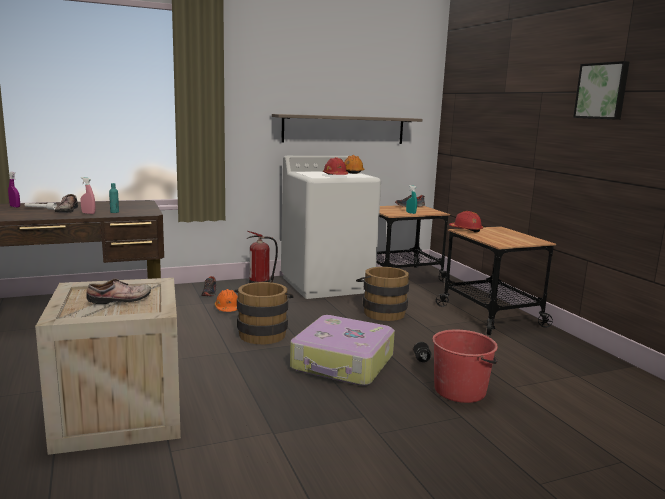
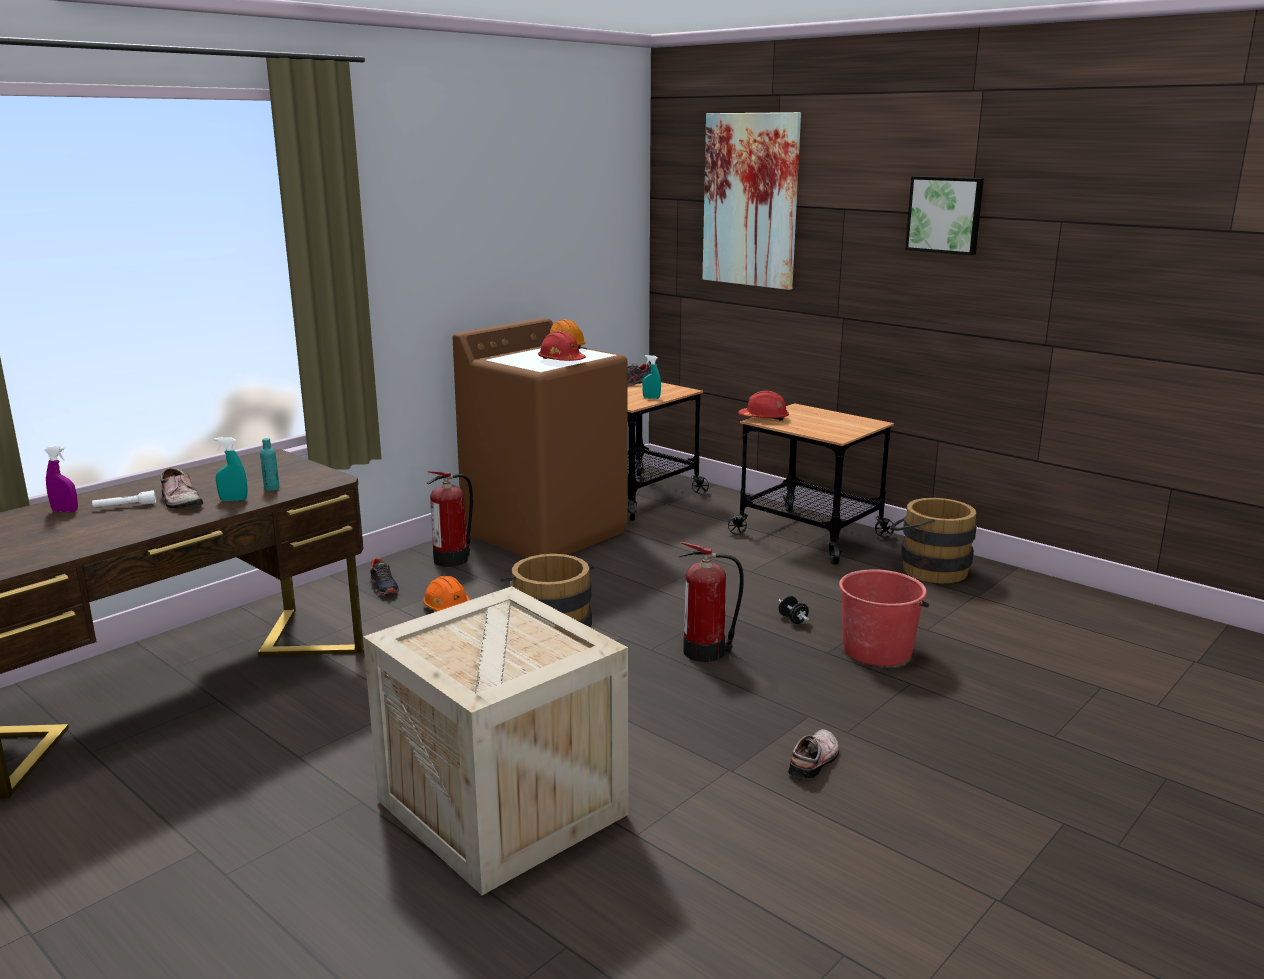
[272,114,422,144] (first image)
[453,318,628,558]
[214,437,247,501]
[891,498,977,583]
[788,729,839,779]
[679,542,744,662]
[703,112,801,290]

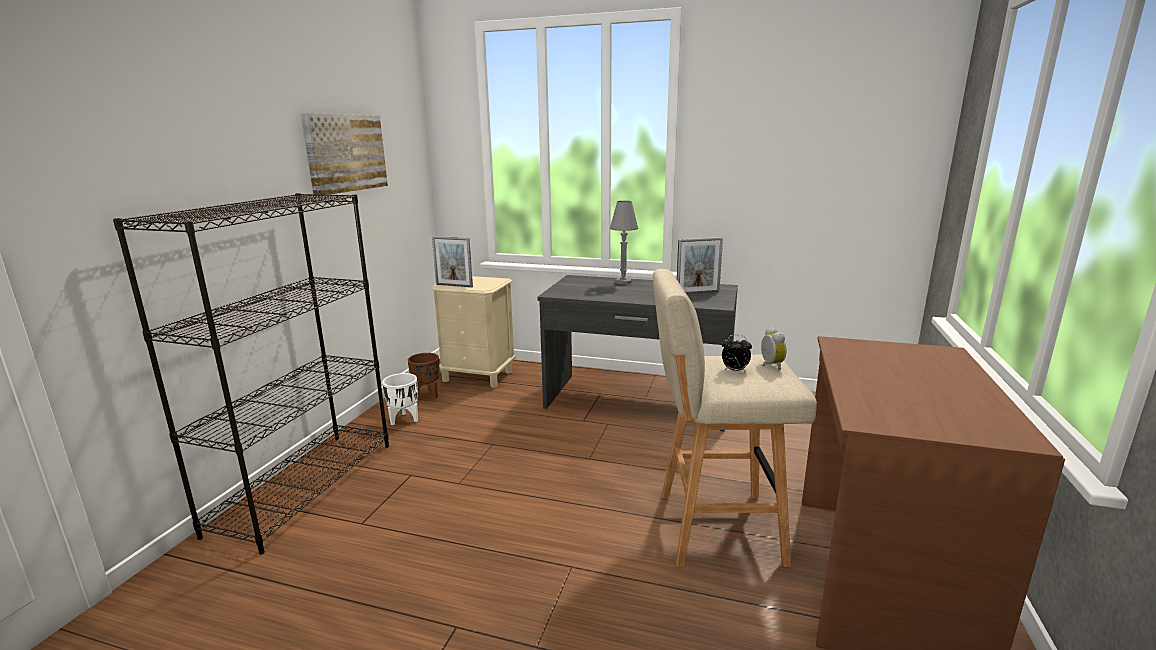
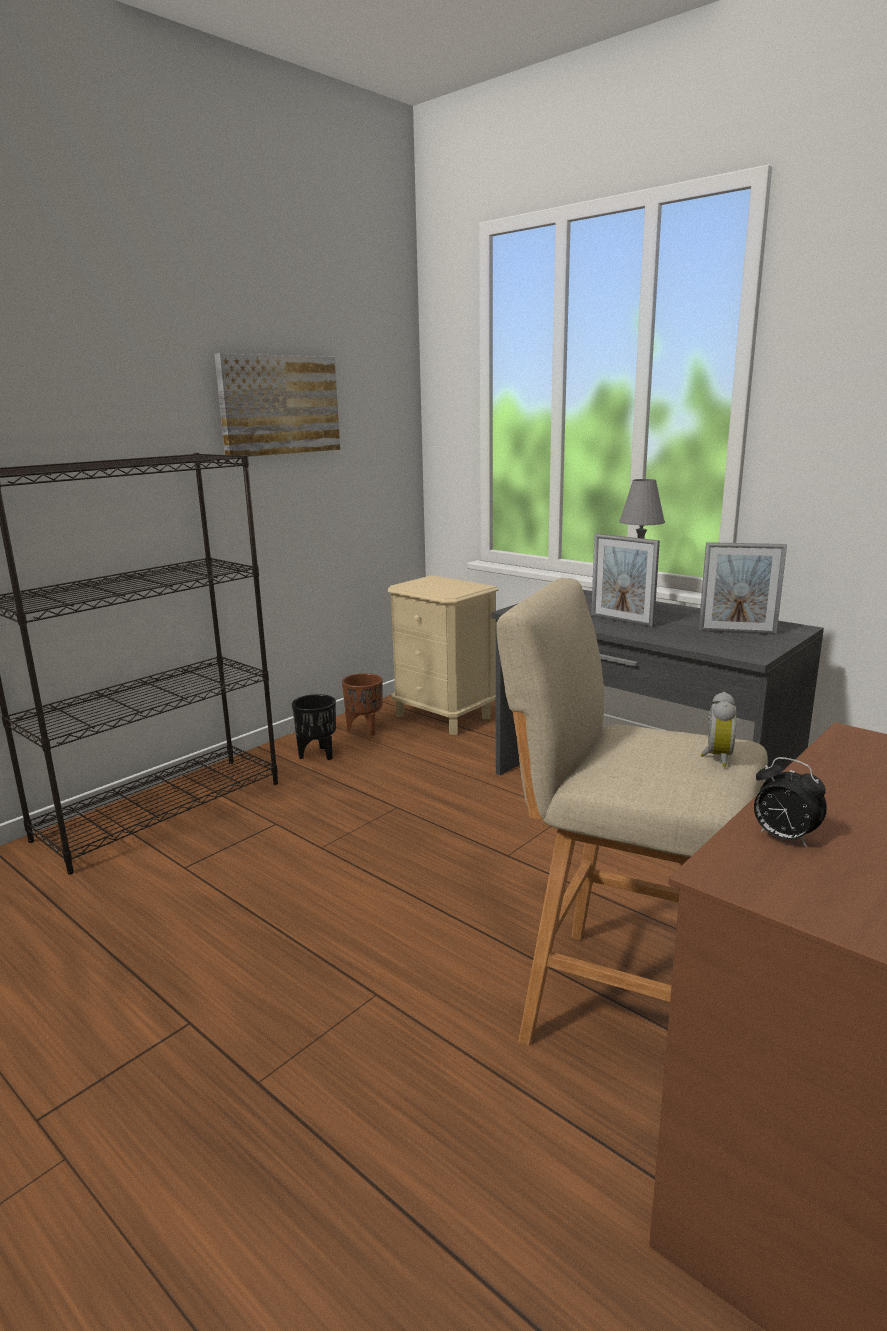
[591,534,660,628]
[754,757,827,847]
[292,694,336,760]

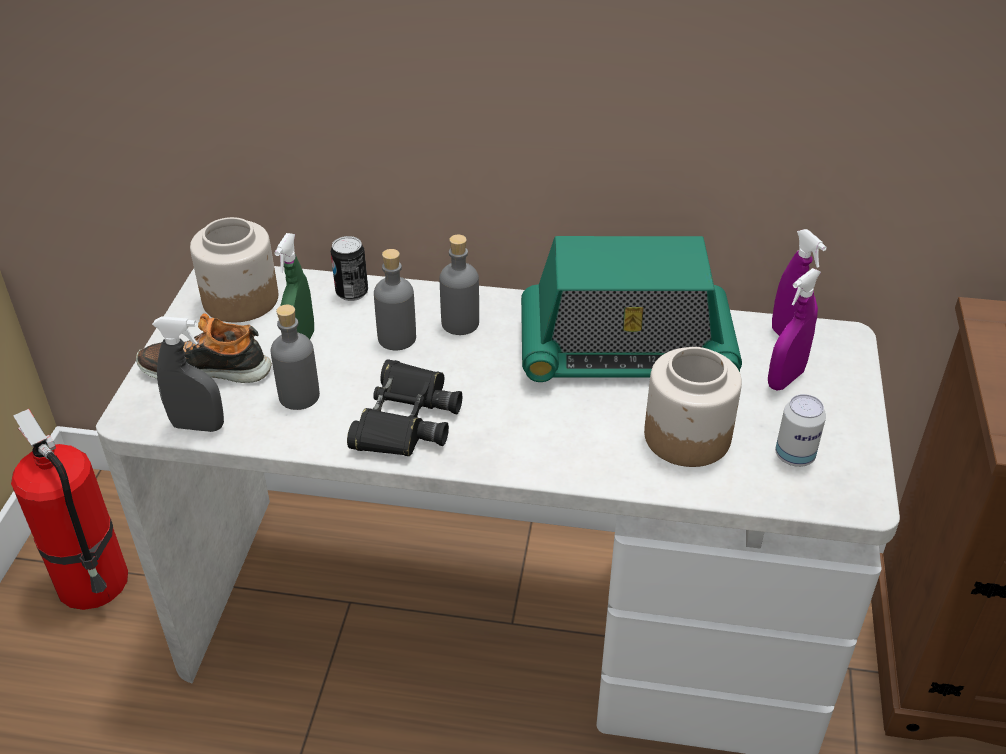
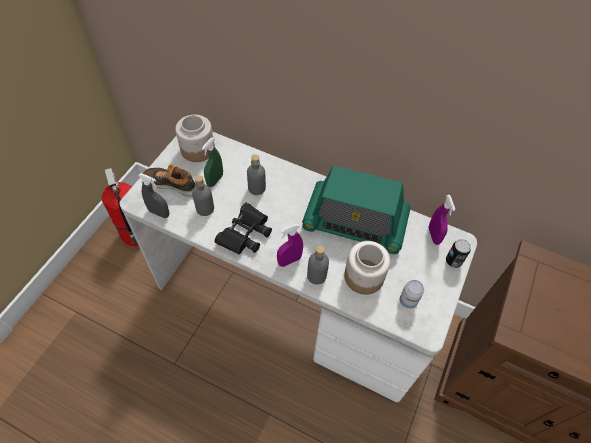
[307,245,329,285]
[446,239,471,268]
[277,224,303,267]

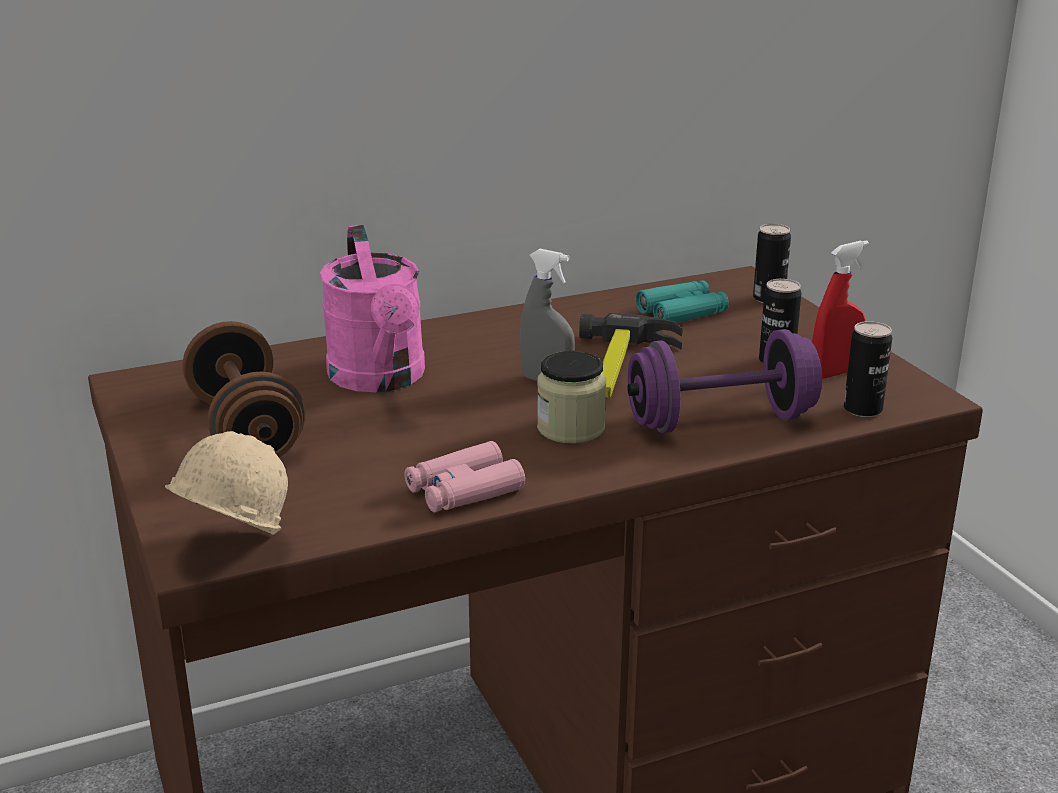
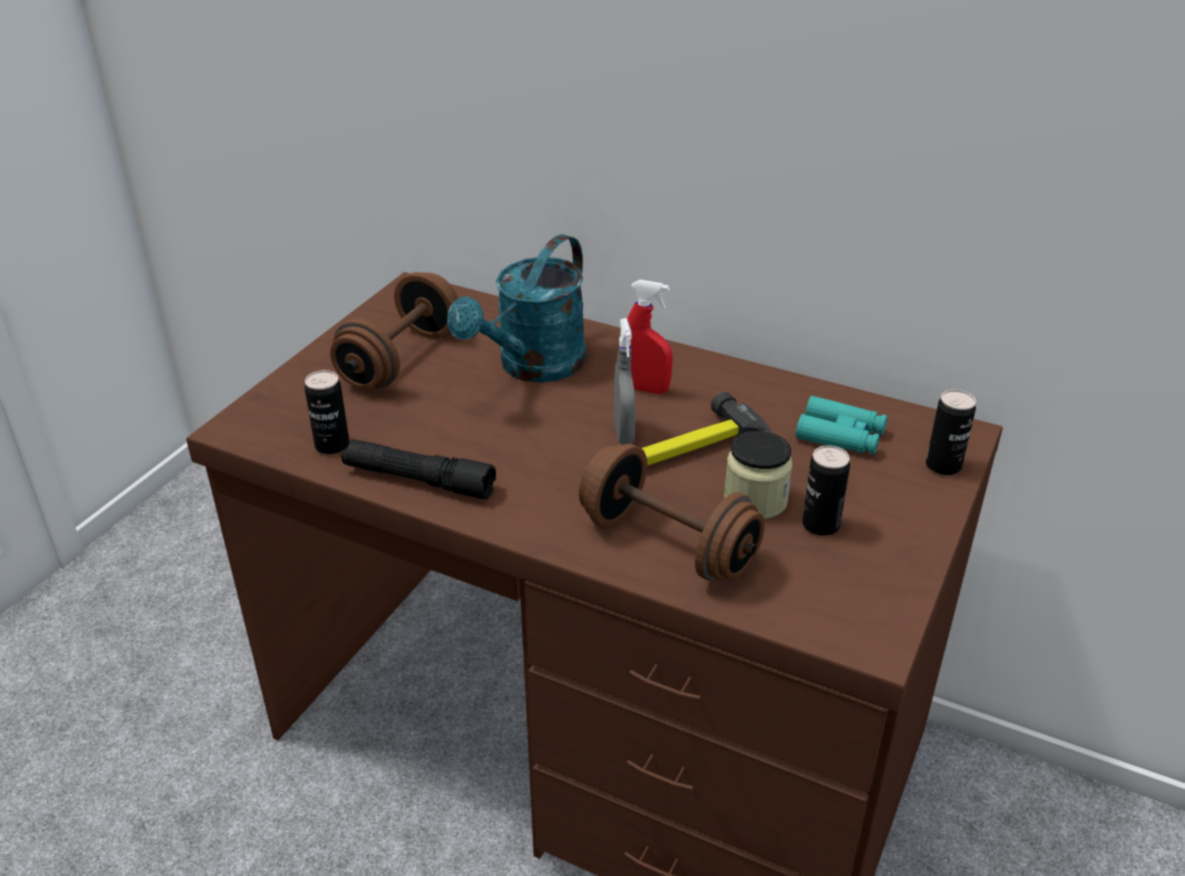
[447,234,586,383]
[627,280,673,394]
[304,370,350,455]
[579,444,765,581]
[724,431,793,519]
[165,431,288,535] (first image)
[341,439,496,499]

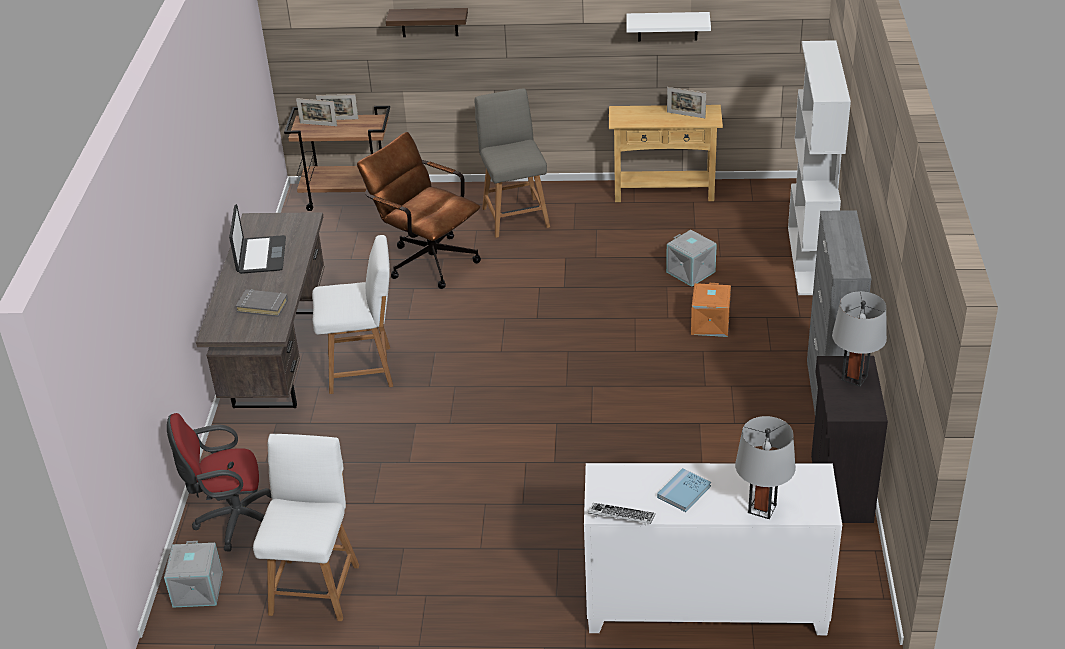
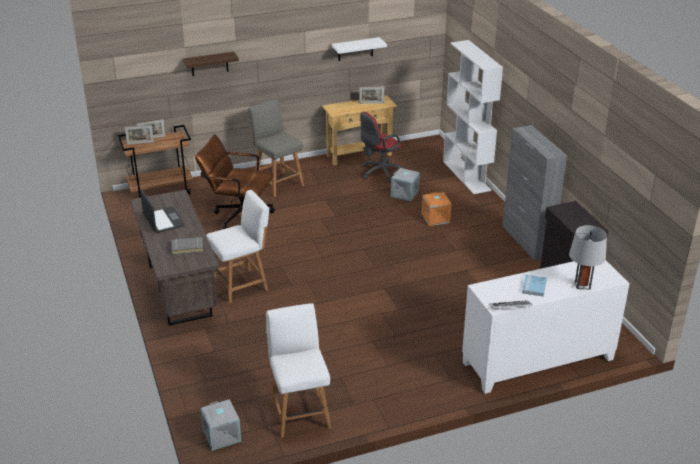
[832,291,887,387] (first image)
[360,112,404,182]

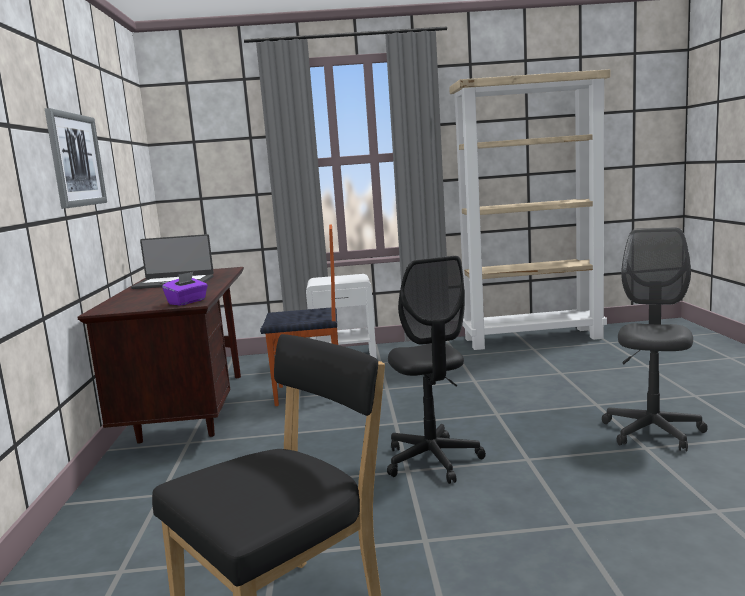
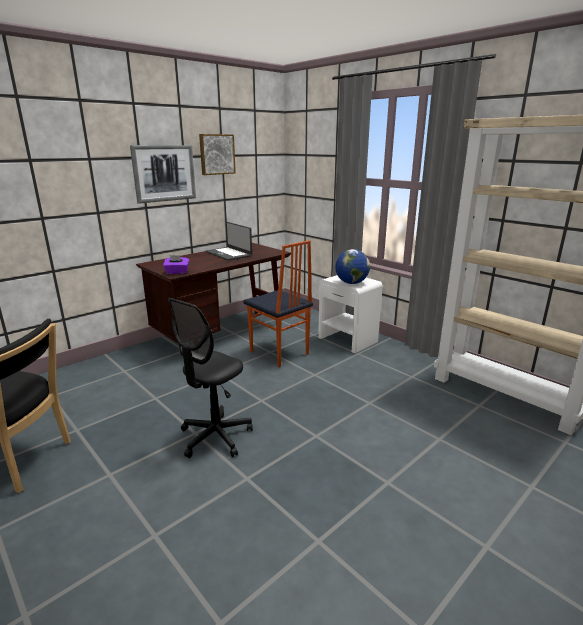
[602,227,708,451] (first image)
[199,134,236,175]
[335,249,370,284]

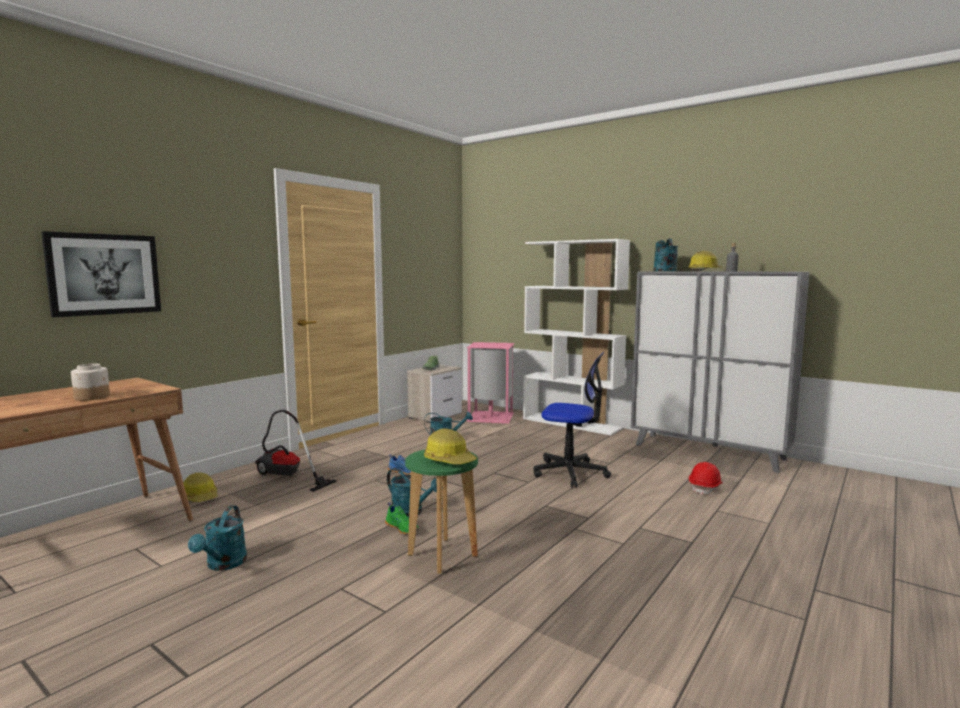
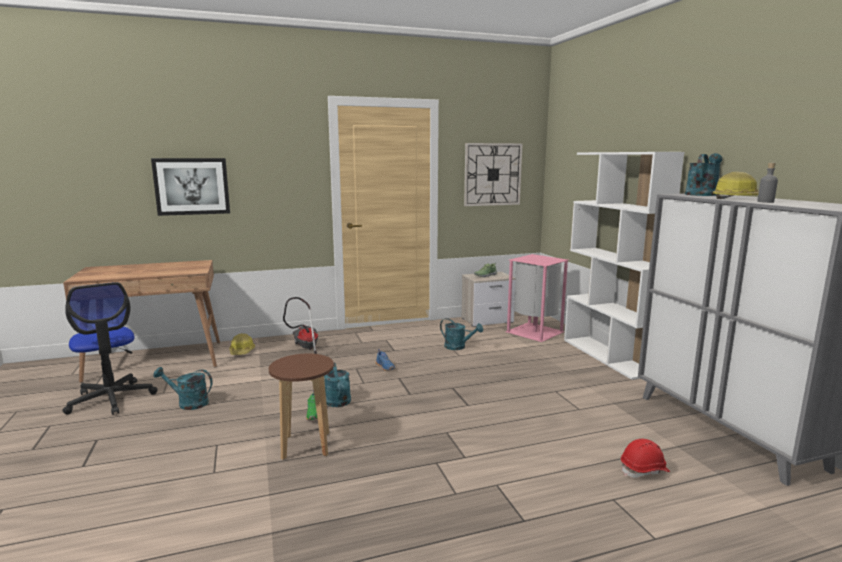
[62,282,158,415]
[71,364,110,401] (first image)
[424,428,477,465] (first image)
[269,353,334,460]
[153,367,213,410]
[464,143,523,206]

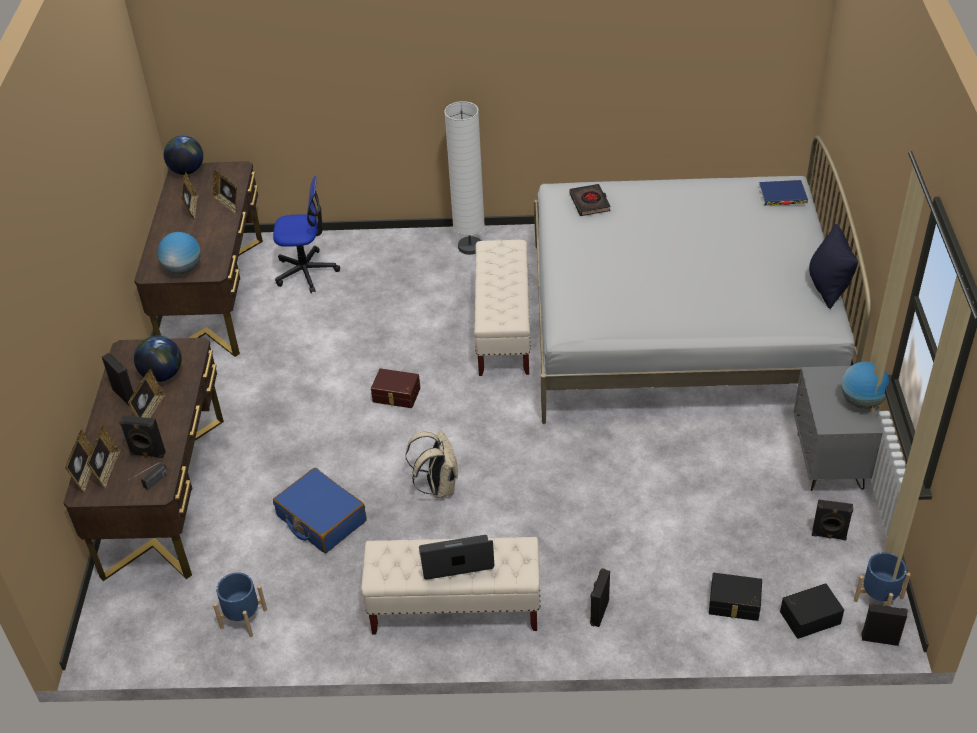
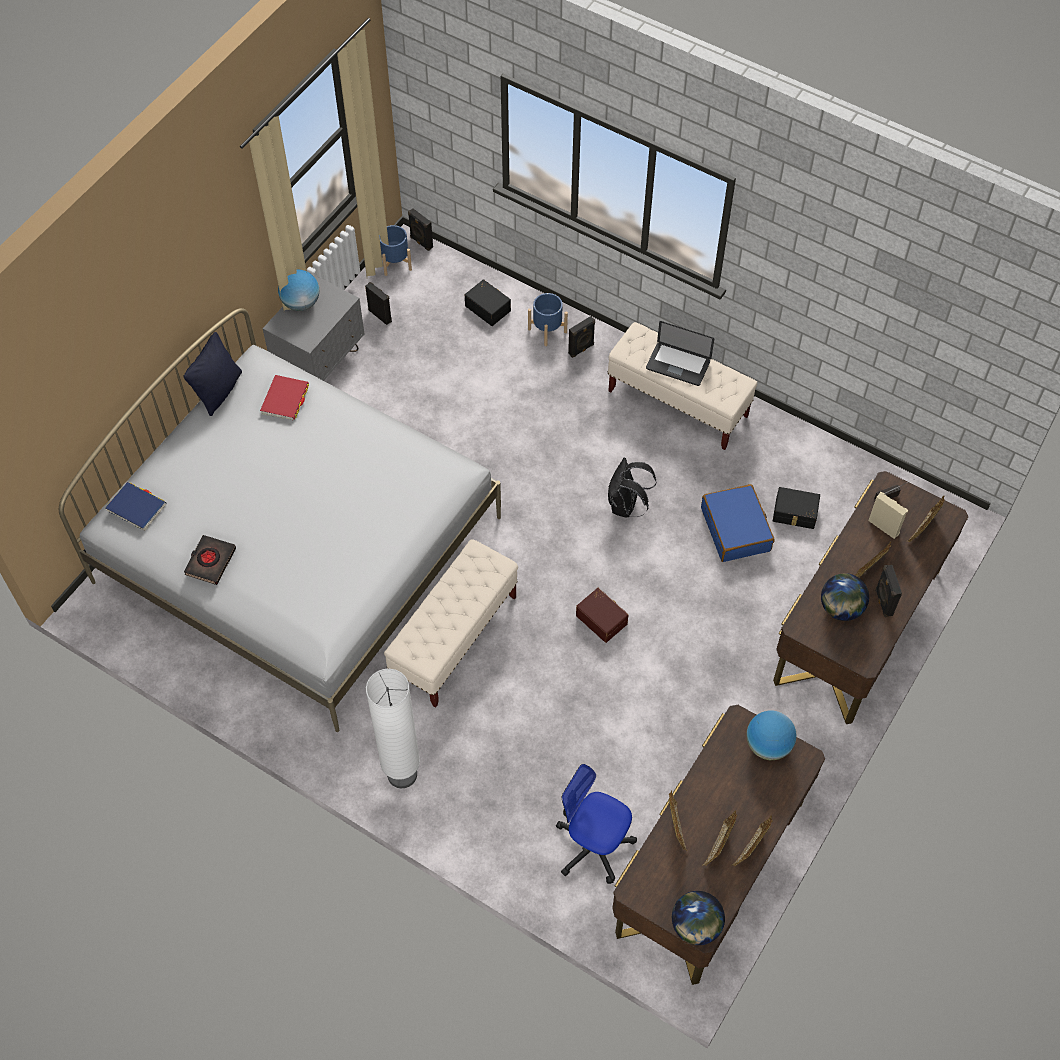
[184,535,236,585]
[868,492,908,539]
[732,815,773,866]
[608,457,656,517]
[528,293,568,346]
[773,487,820,529]
[260,375,309,421]

